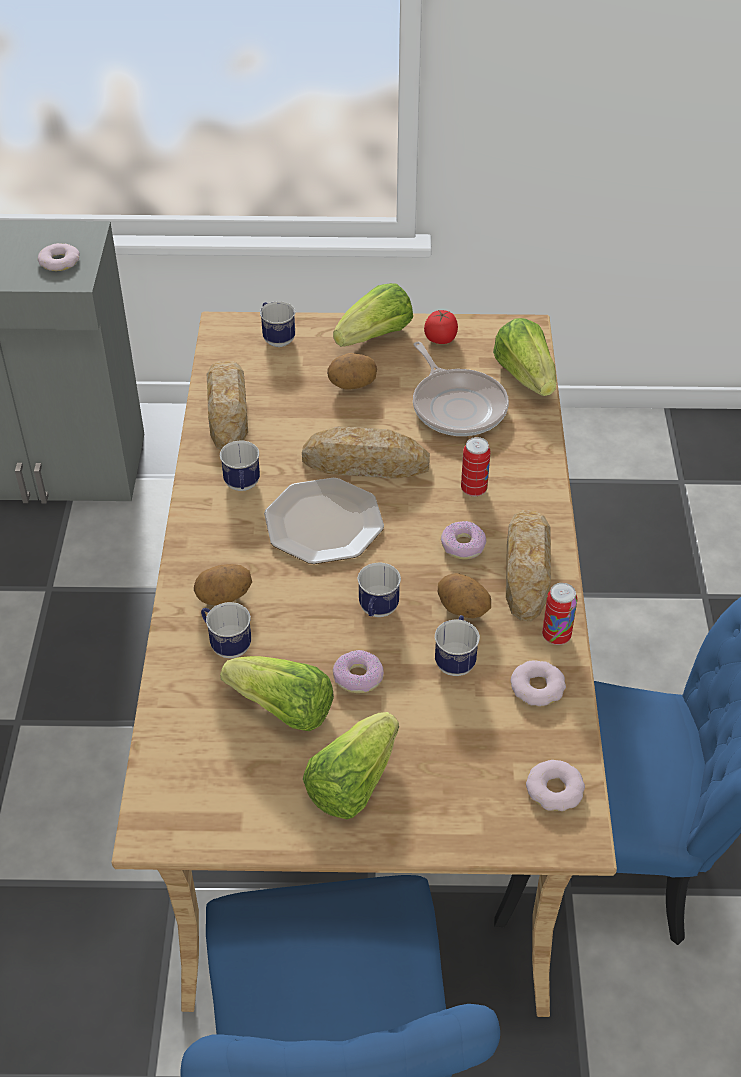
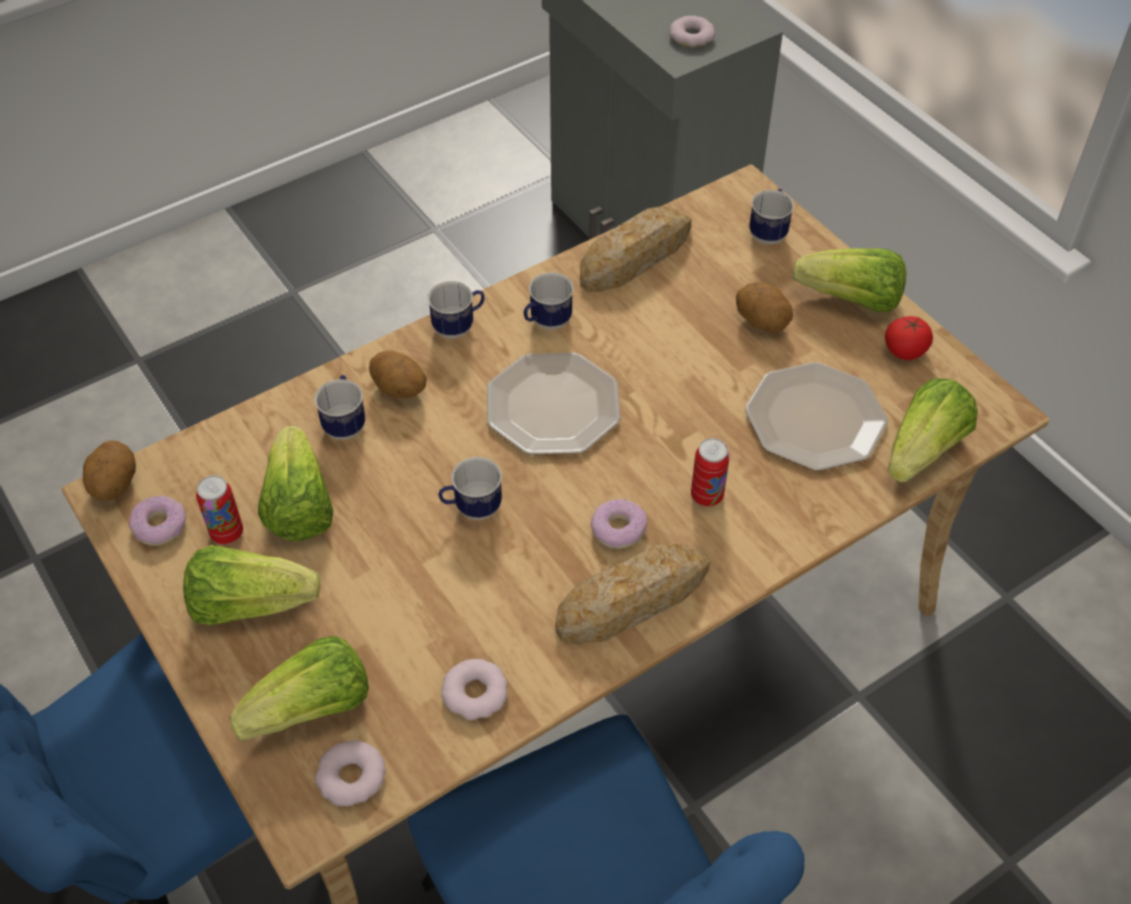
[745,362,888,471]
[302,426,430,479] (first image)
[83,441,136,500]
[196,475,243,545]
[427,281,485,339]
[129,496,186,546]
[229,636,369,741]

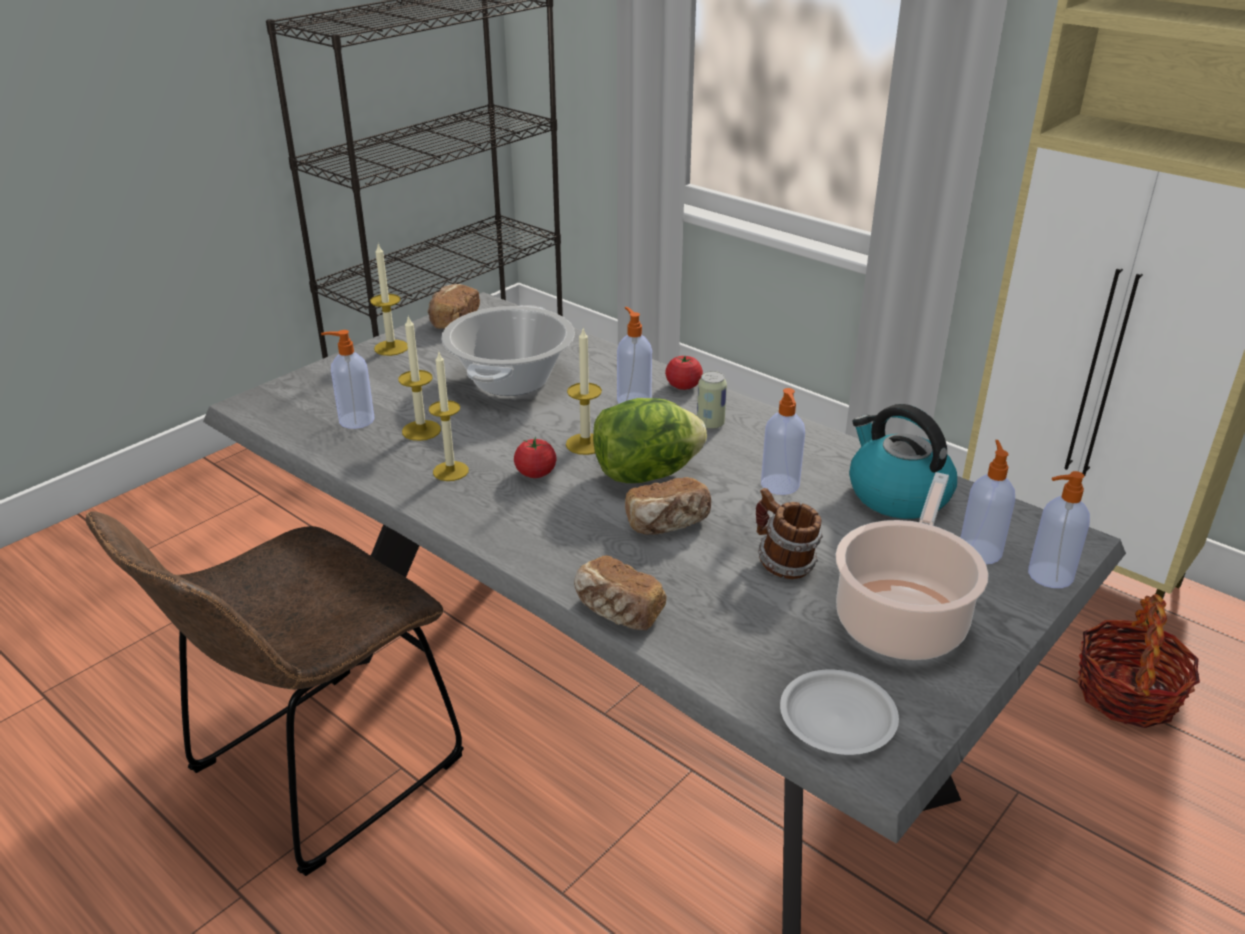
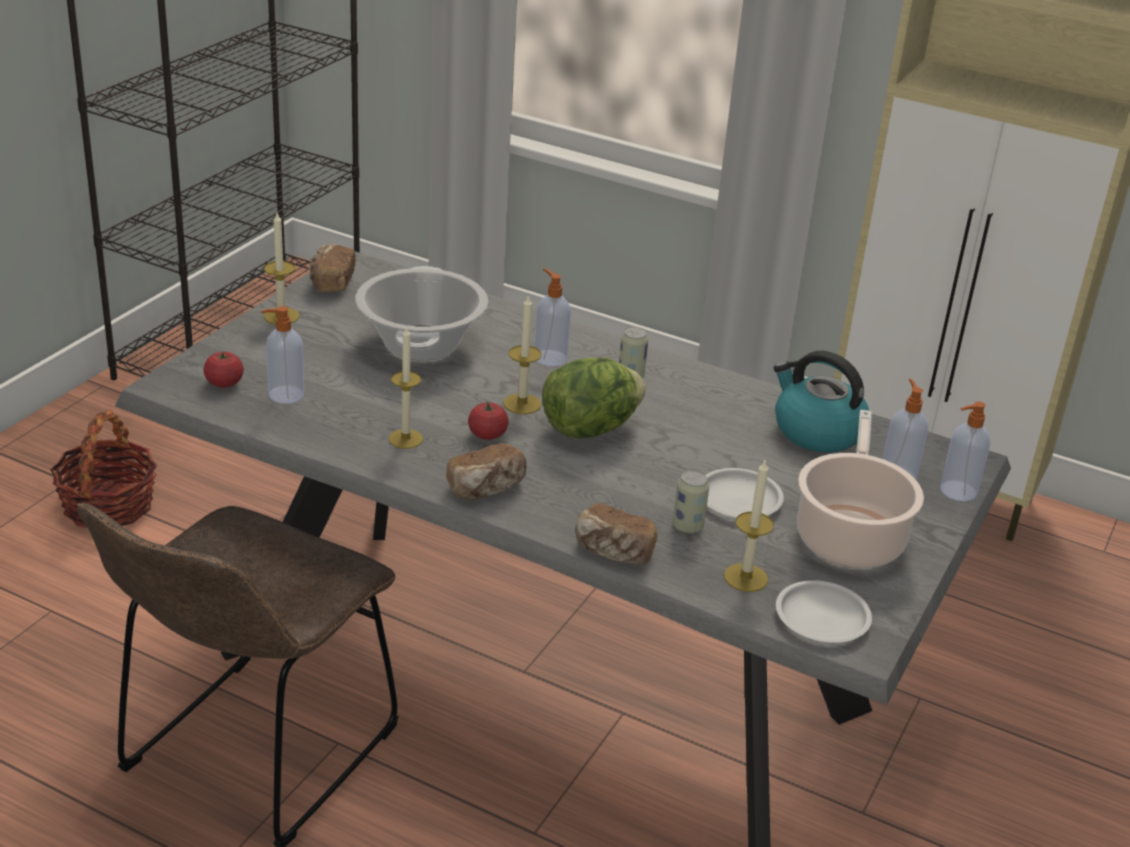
[724,460,774,592]
[204,352,244,388]
[761,388,805,495] (first image)
[446,443,527,500]
[705,468,784,518]
[50,410,157,528]
[673,471,709,533]

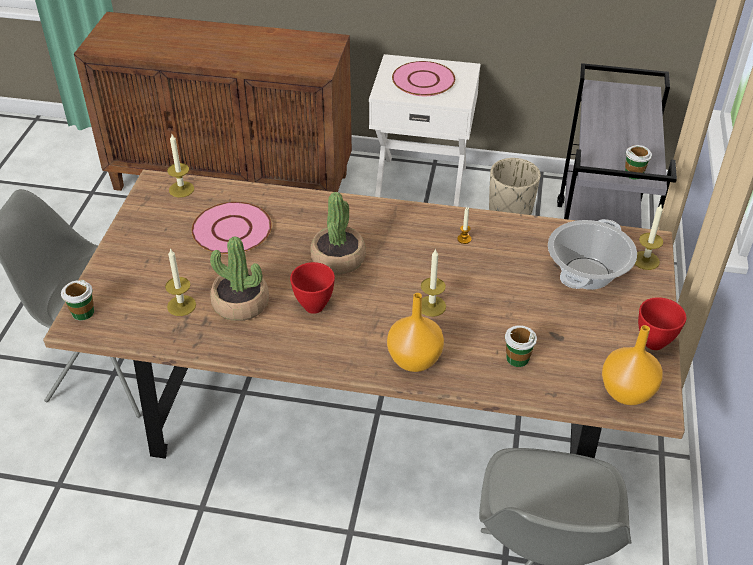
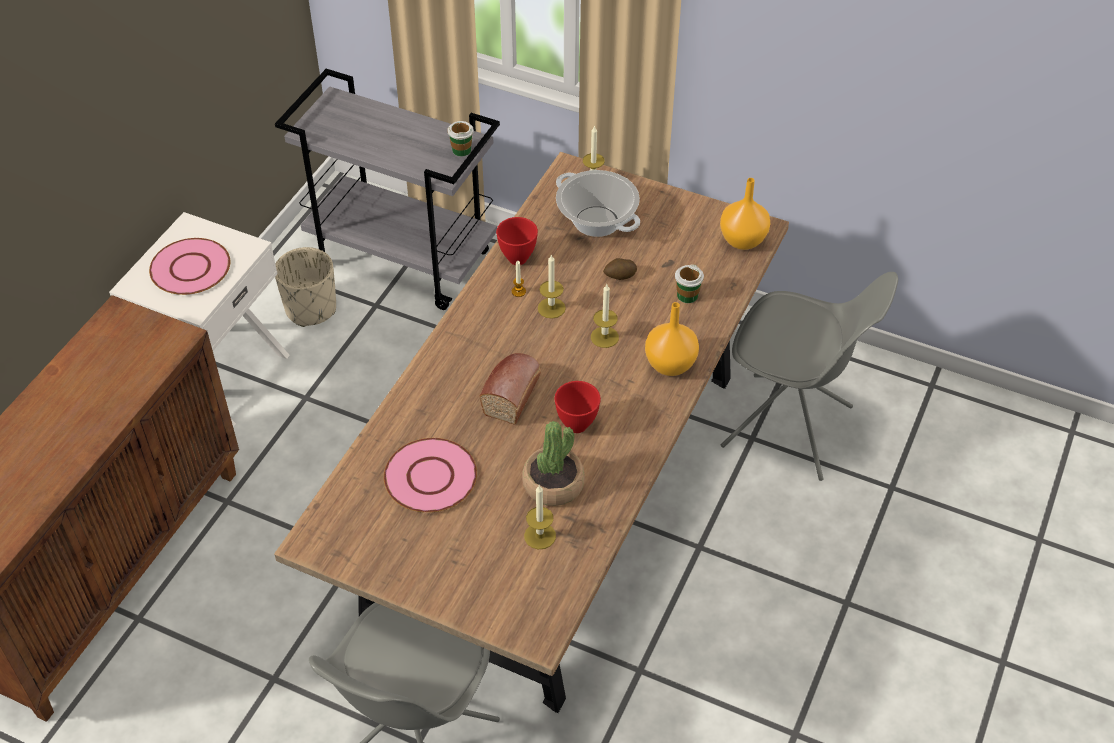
[538,254,566,318]
[479,353,541,425]
[61,280,94,320] (first image)
[496,217,538,265]
[603,258,637,280]

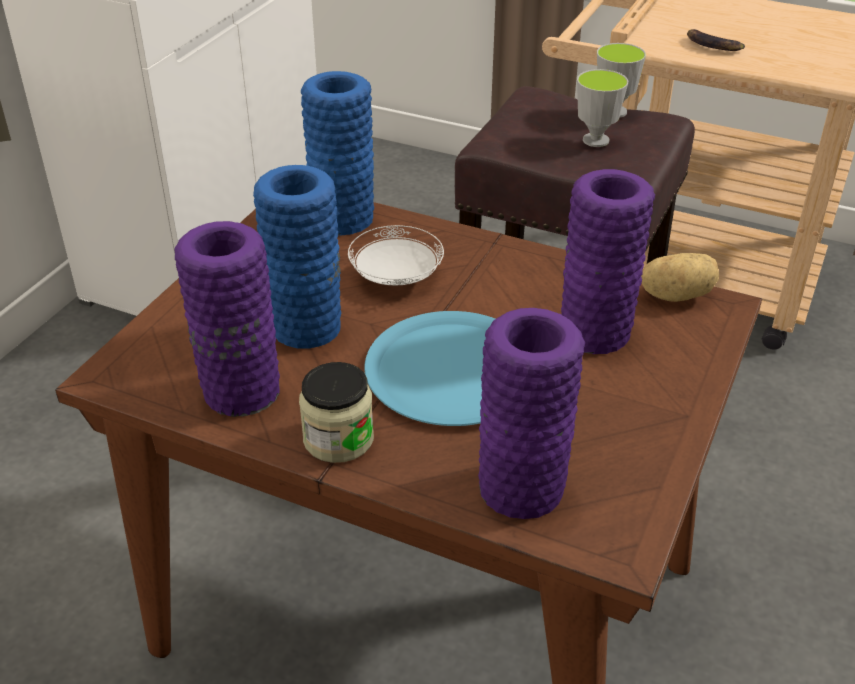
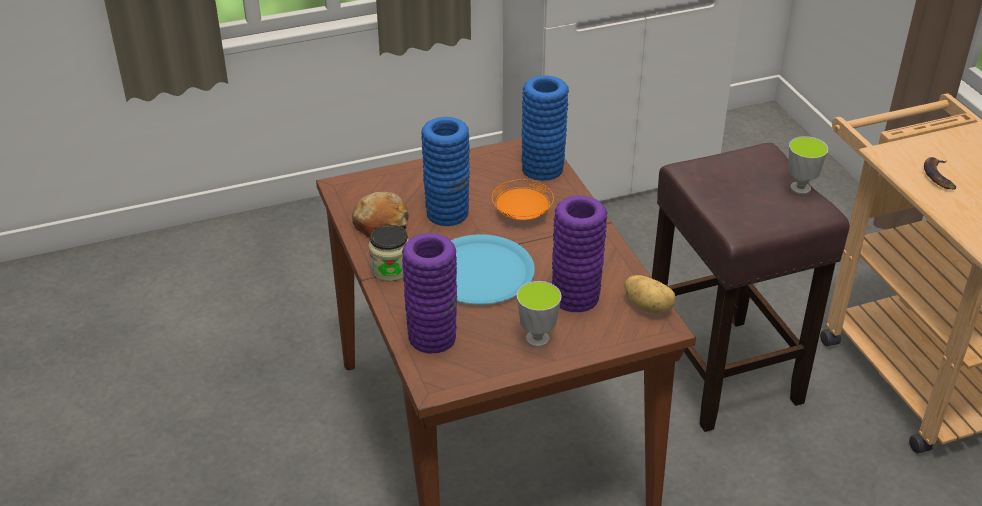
[517,281,562,347]
[352,192,409,238]
[492,179,554,220]

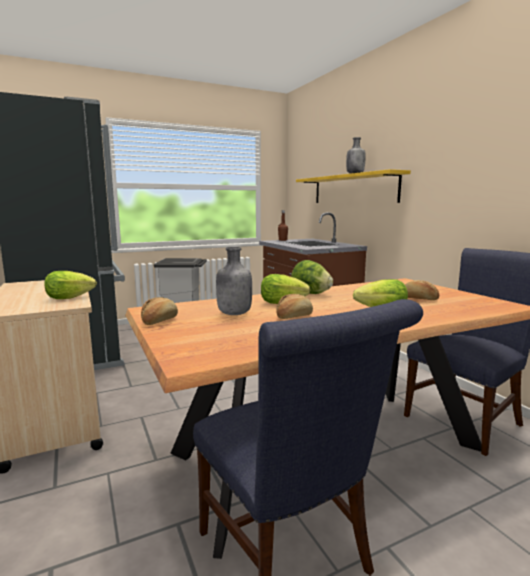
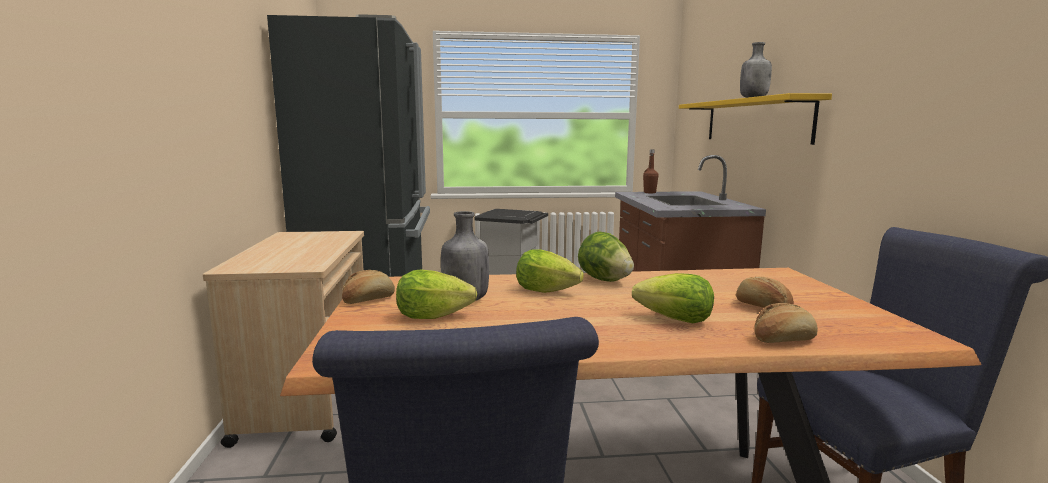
[396,270,477,319]
[754,303,818,343]

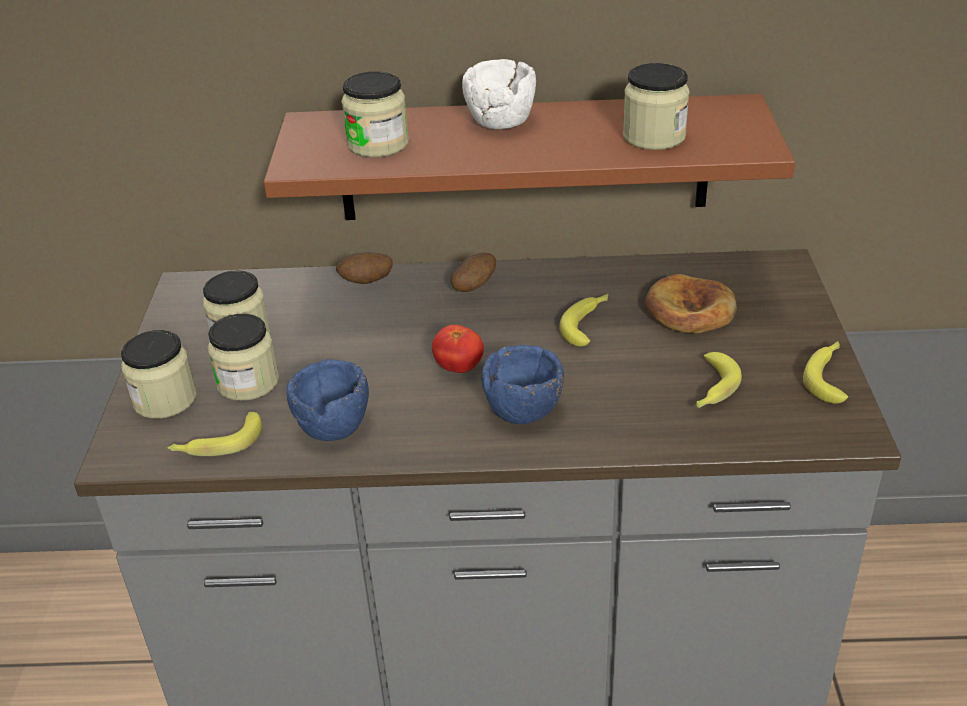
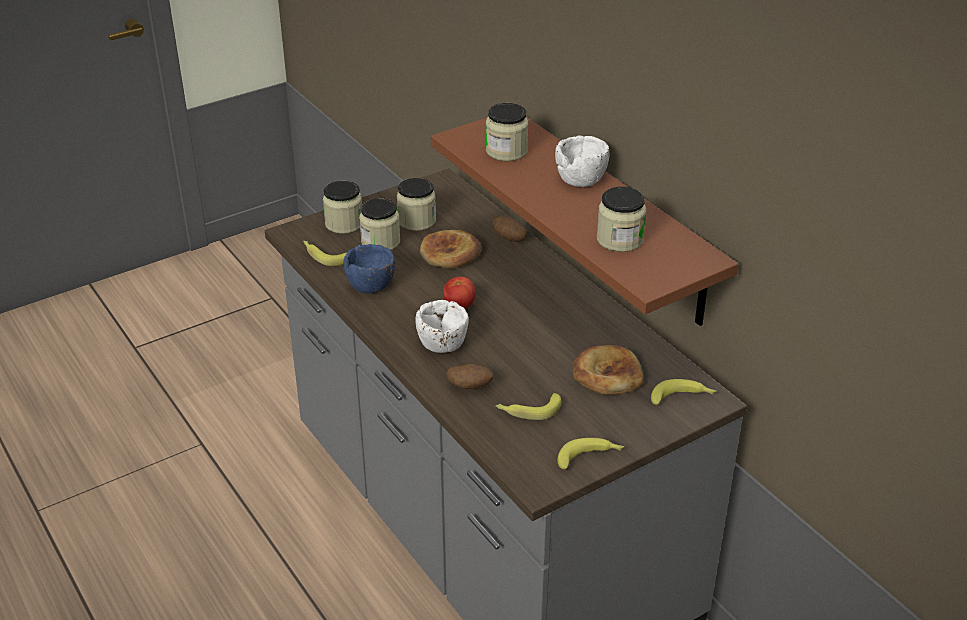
[447,364,493,389]
[651,379,716,405]
[415,300,469,353]
[420,230,482,268]

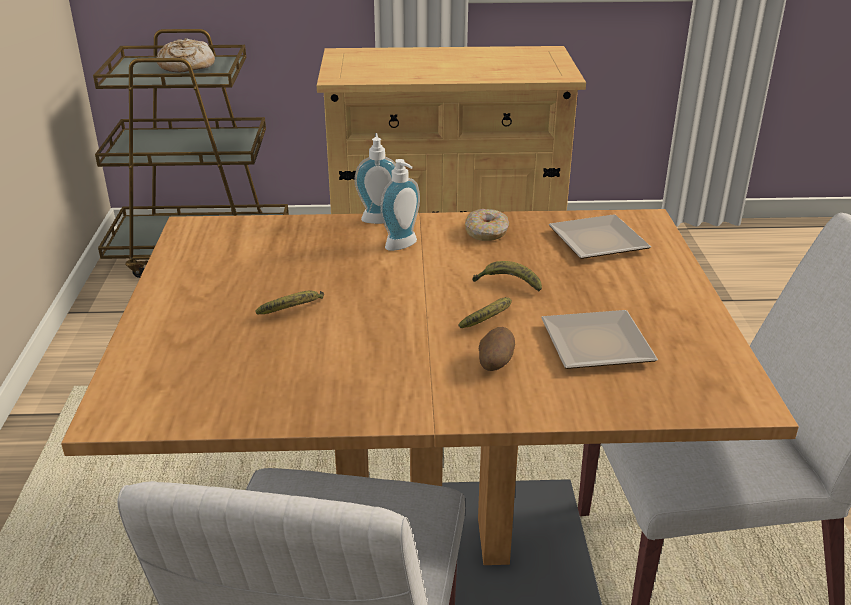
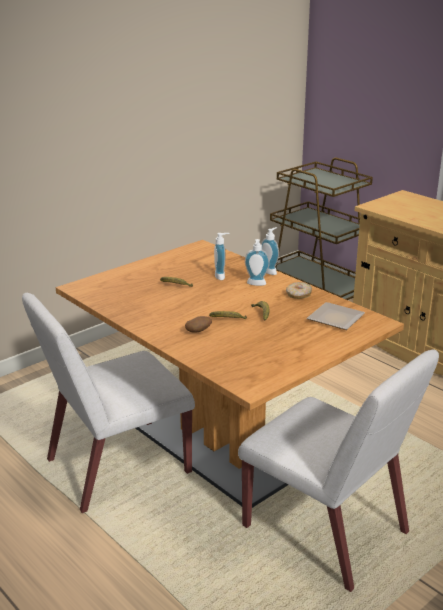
[157,38,215,72] (first image)
[541,310,658,369] (first image)
[214,233,230,280]

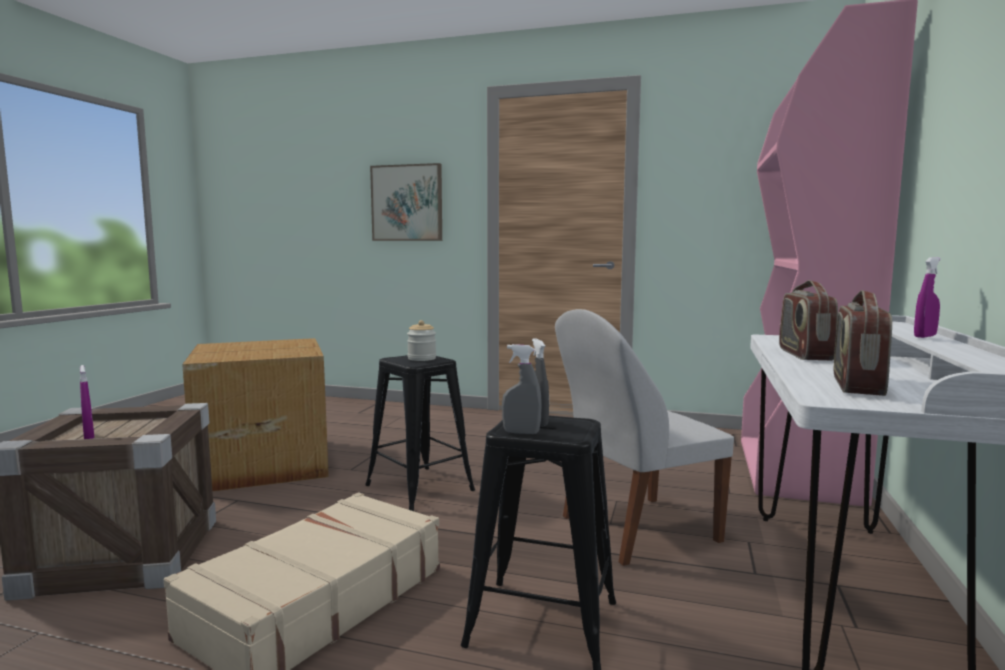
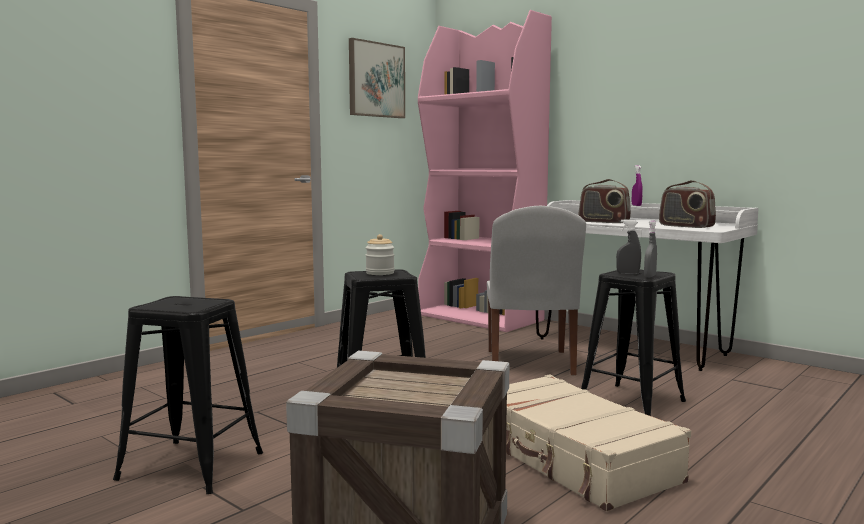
[349,38,405,118]
[113,296,263,494]
[80,365,94,439] (first image)

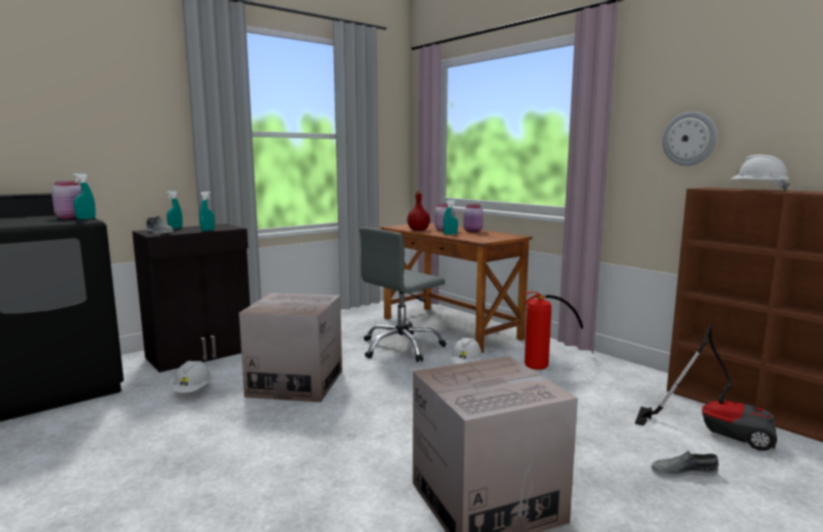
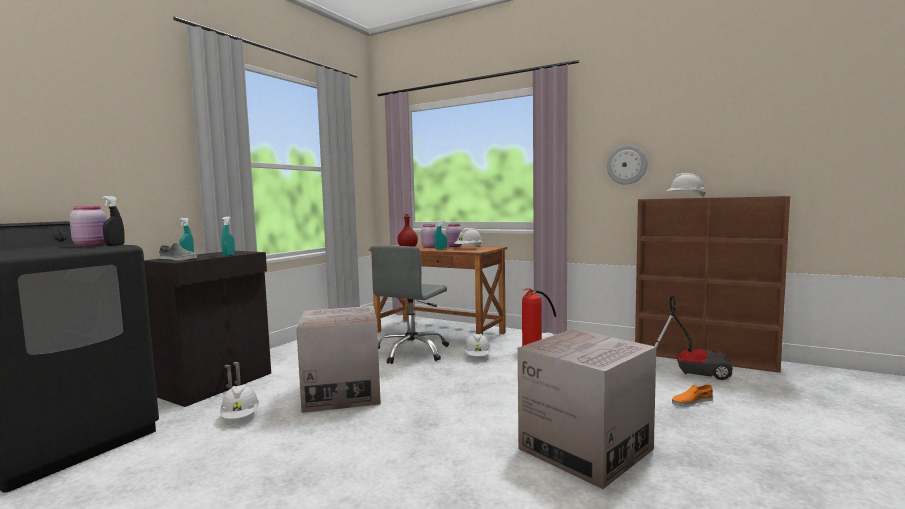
[102,196,125,246]
[672,384,713,407]
[454,228,482,247]

